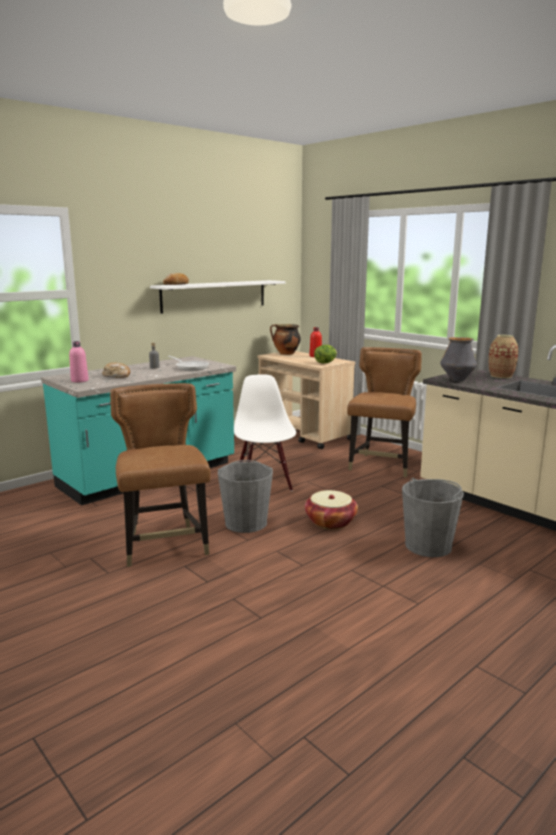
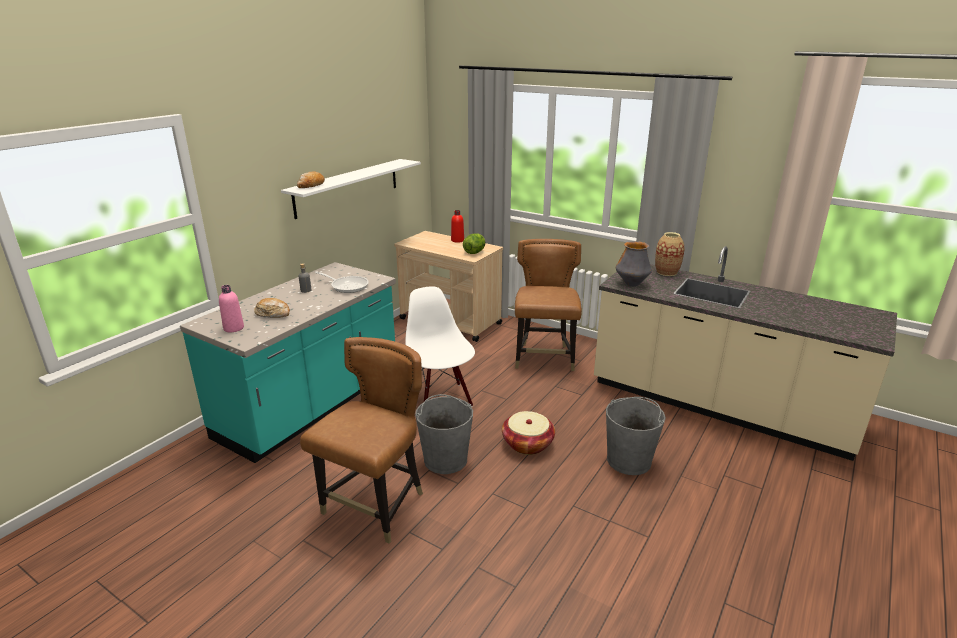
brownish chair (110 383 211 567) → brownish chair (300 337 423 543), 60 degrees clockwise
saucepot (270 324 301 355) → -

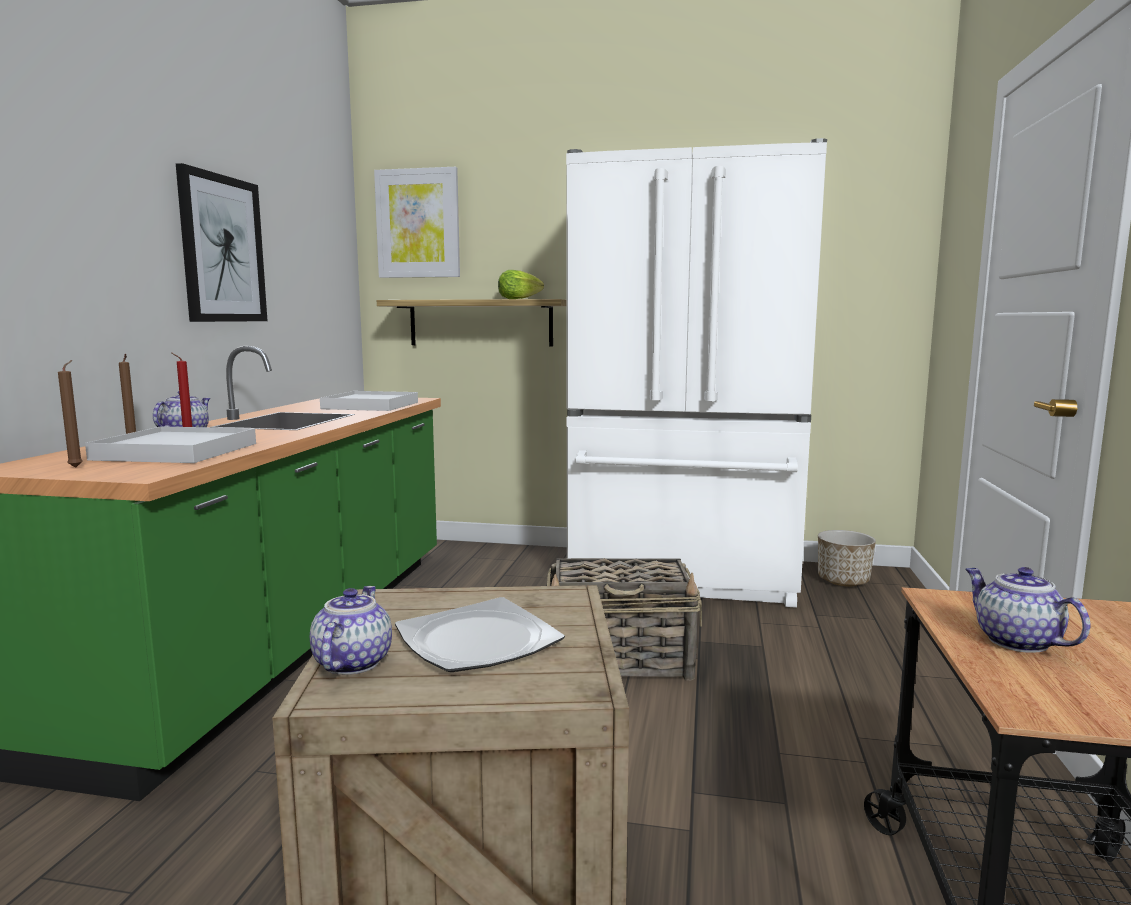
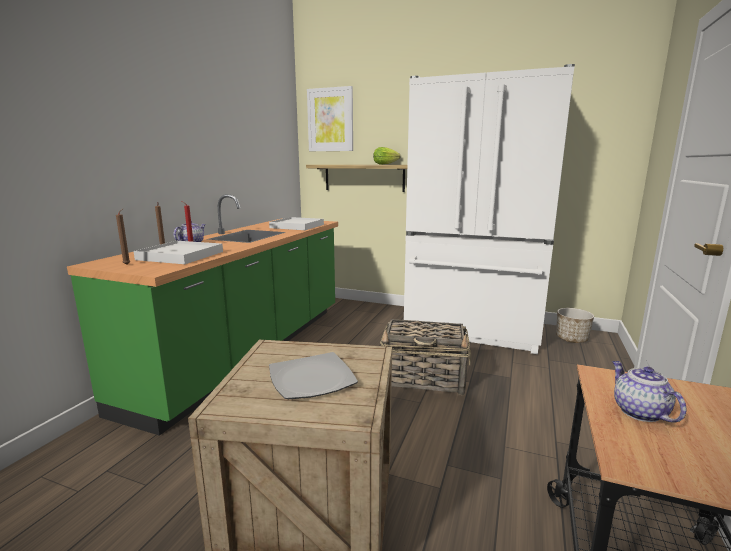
wall art (176 163 267 322) → -
teapot (310 586 392 675) → -

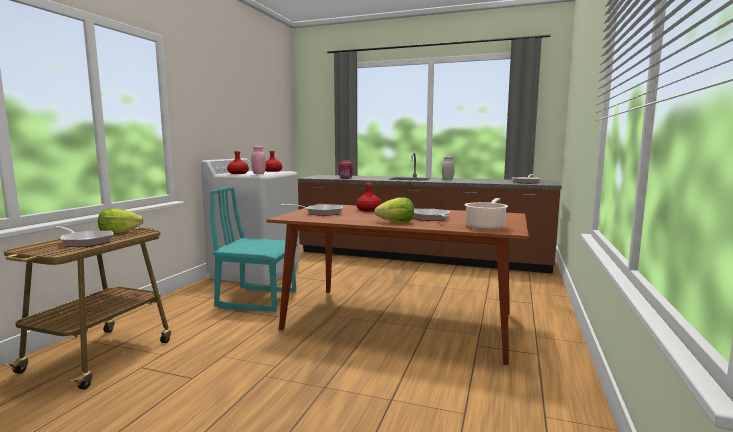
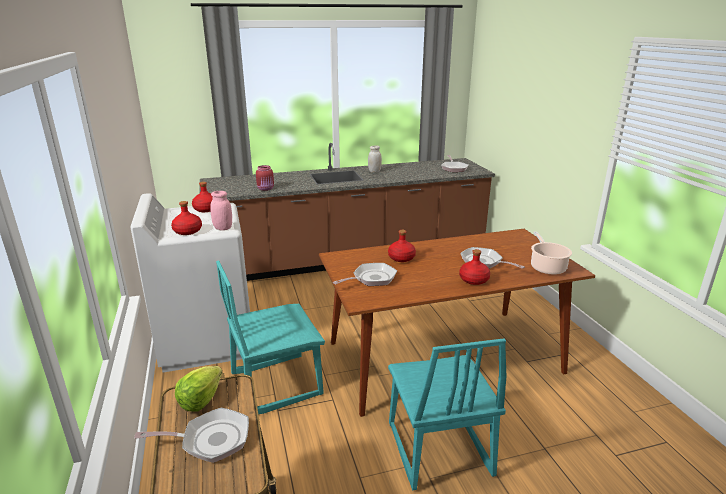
- → turquoise chair (388 338 506 490)
lettuce head (374 197 414 223) → red beverage bottle (459 249 490 285)

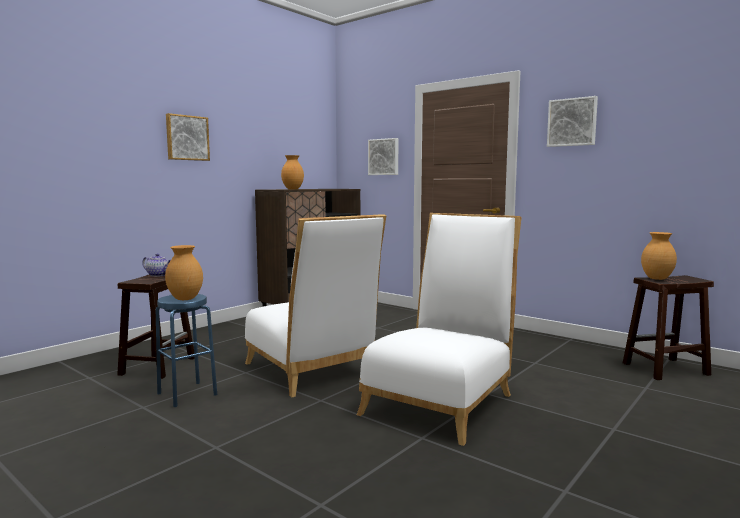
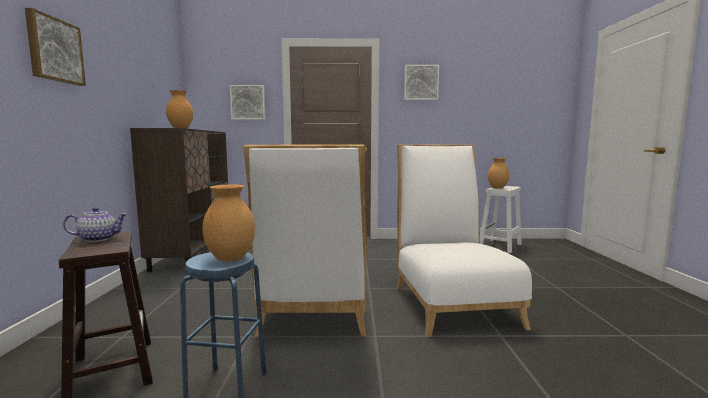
white-coloured chair (245 214 386 397) → white-coloured chair (243 144 366 336), 75 degrees clockwise
brownish sitting stool (623 275 714 380) → white-coloured sitting stool (480 186 522 253)

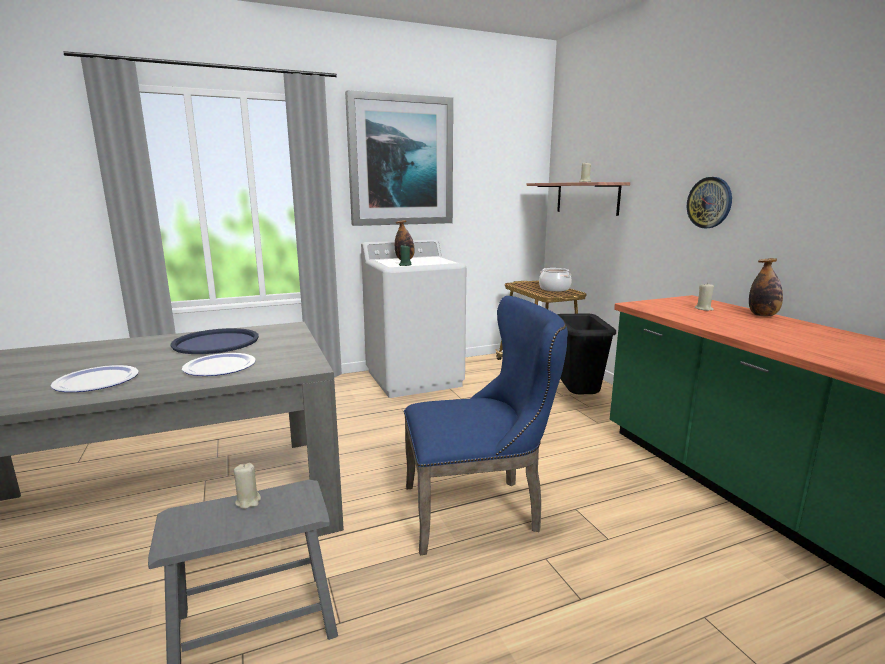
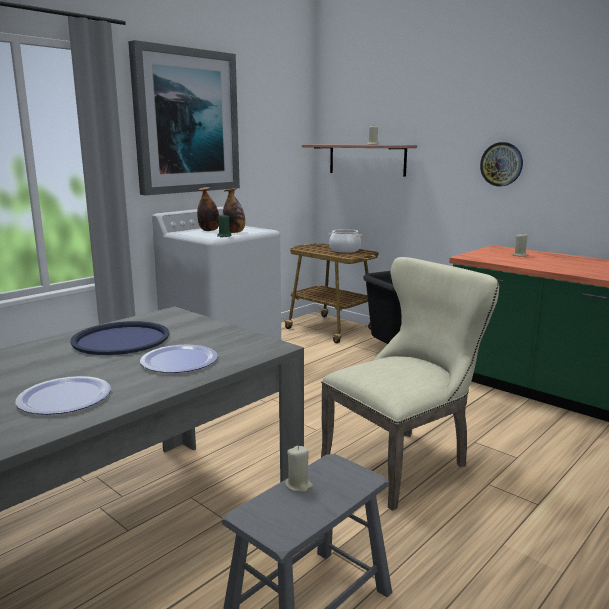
beverage bottle (749 258 783 316) → beverage bottle (223 188 245 233), move
blue chair (404 296 568 555) → beige-coloured chair (321 257 499 511)

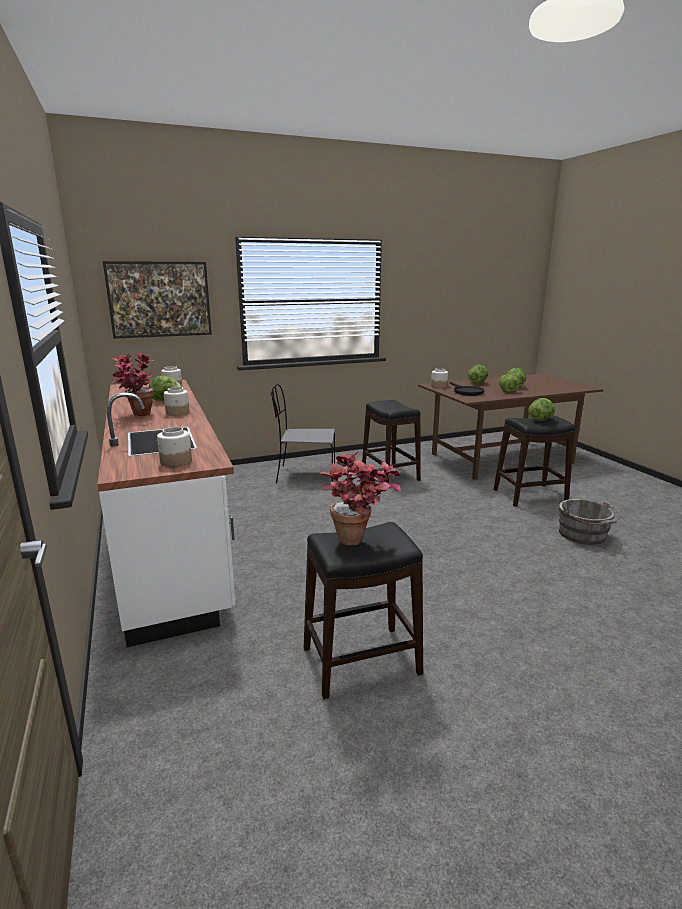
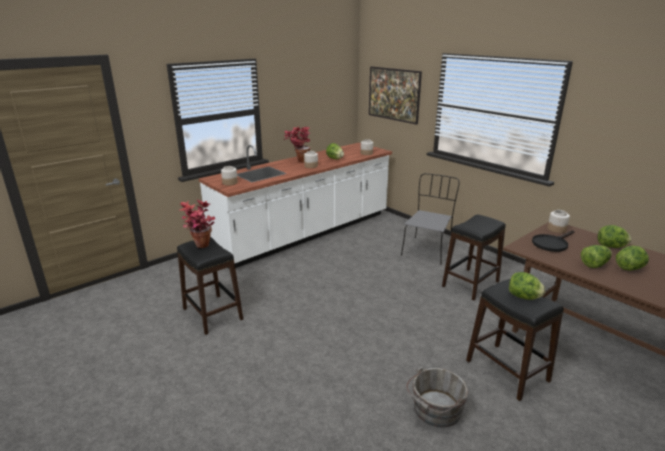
gray chair (270 384 335 483) → gray chair (401 173 460 265), 45 degrees clockwise

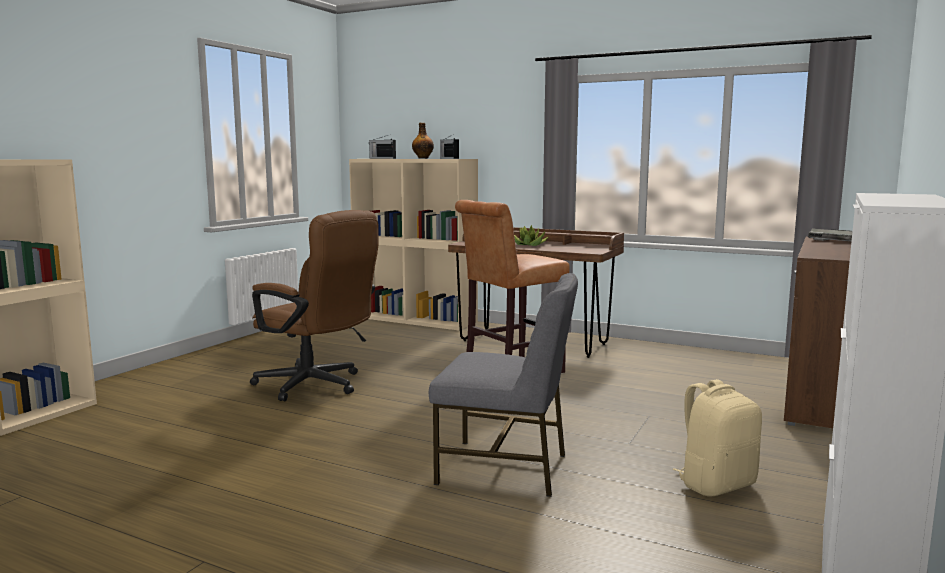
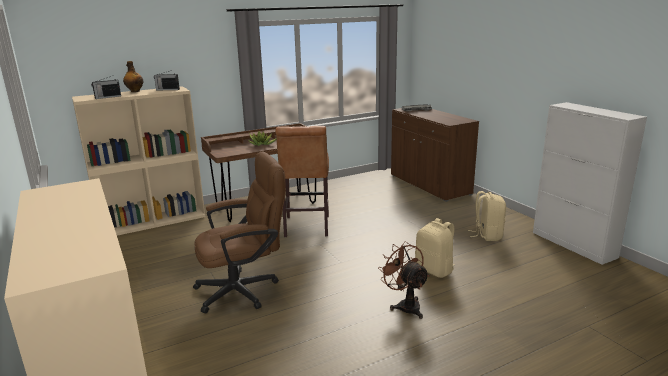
- → brownish fan (378 241 430 319)
gray chair (429 273 578 497) → beige-coloured knapsack (415 218 455 278)

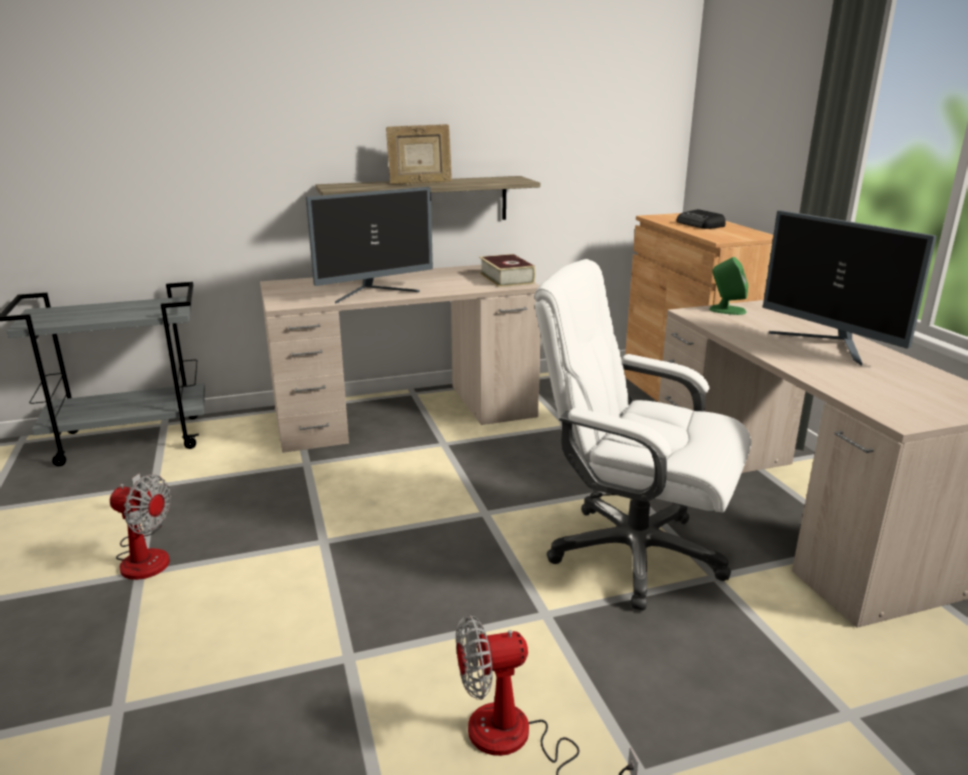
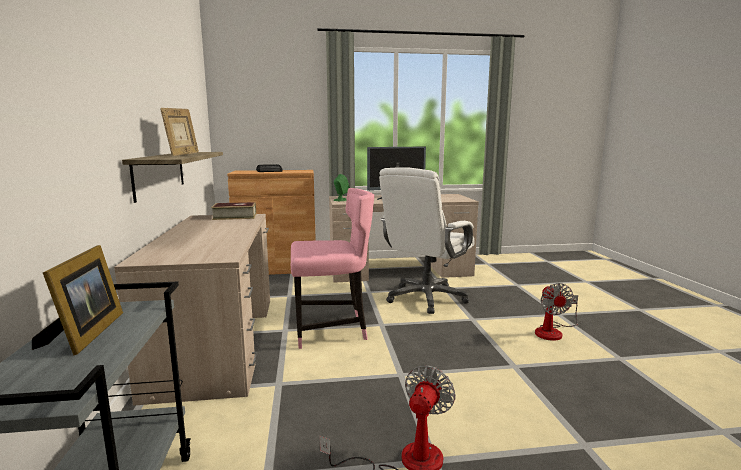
- → picture frame (32 245 123 355)
- → pinkish chair (291 188 374 349)
computer screen (306 187 433 304) → -

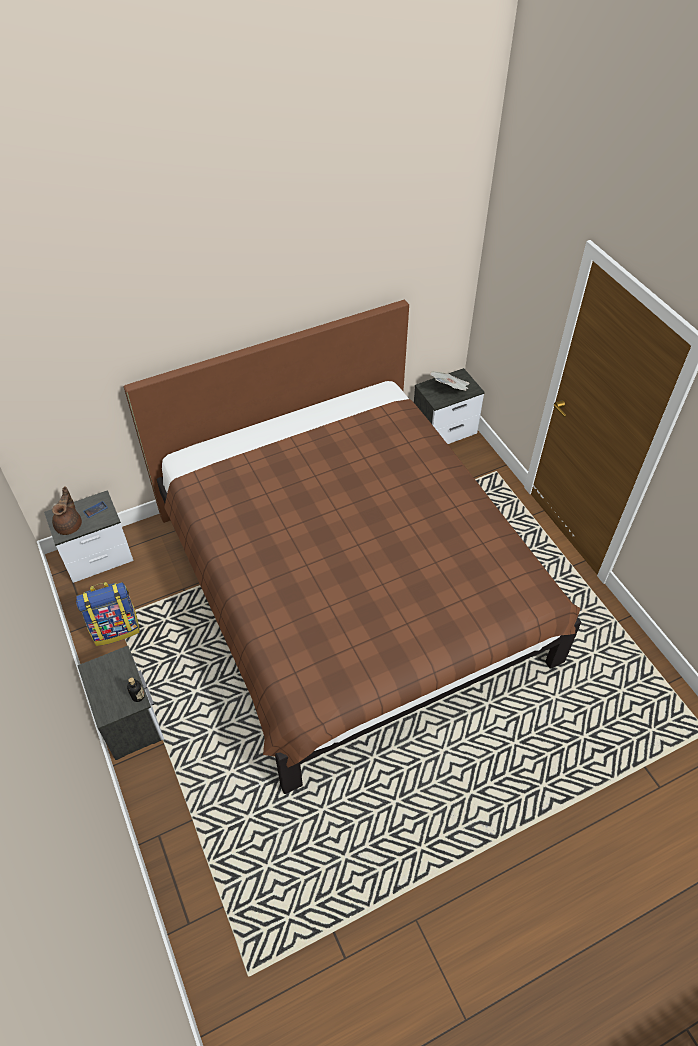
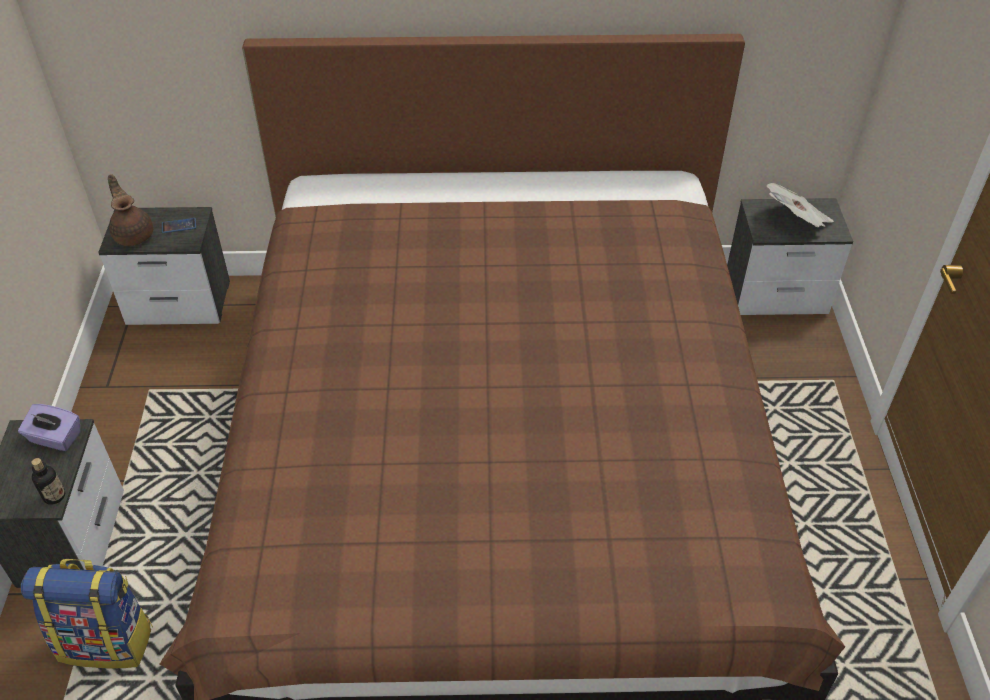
- → purple-coloured tissue holder (18 404 80 451)
knapsack (76 582 140 646) → knapsack (21 559 153 669), move
brownish teapot (52 486 82 535) → brownish teapot (108 174 154 246), 60 degrees counterclockwise

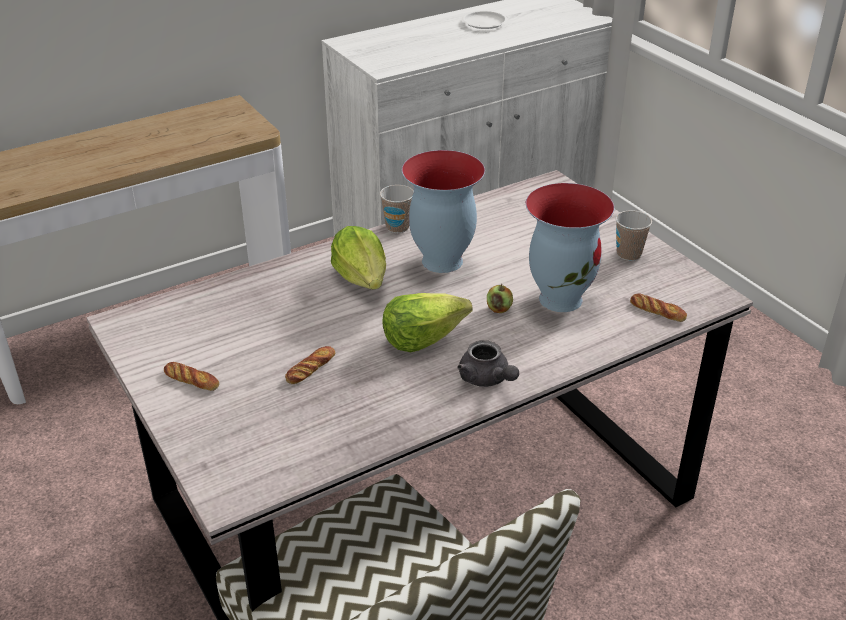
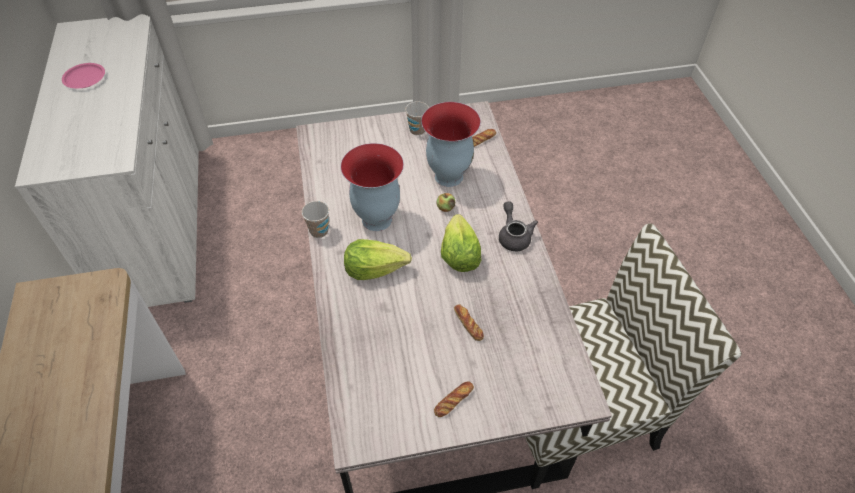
white-coloured dinner plate (462 11 508 29) → pinkish dinner plate (62 63 105 88)
gray teapot (457 340 519 387) → gray teapot (499 202 538 251), 90 degrees counterclockwise

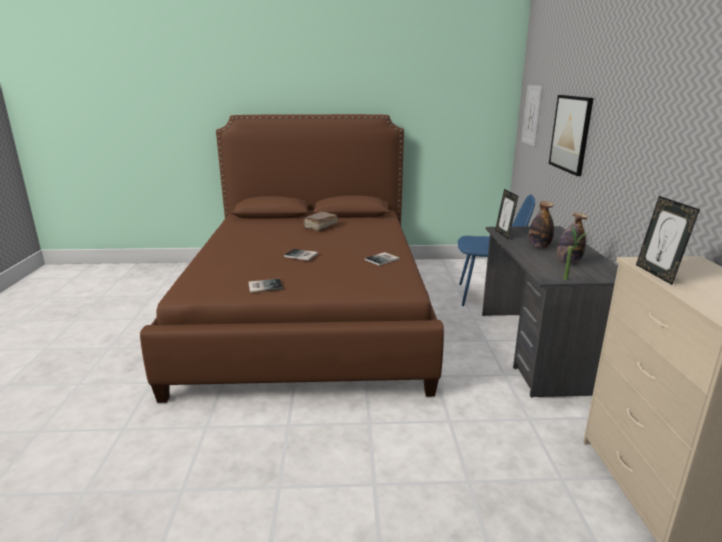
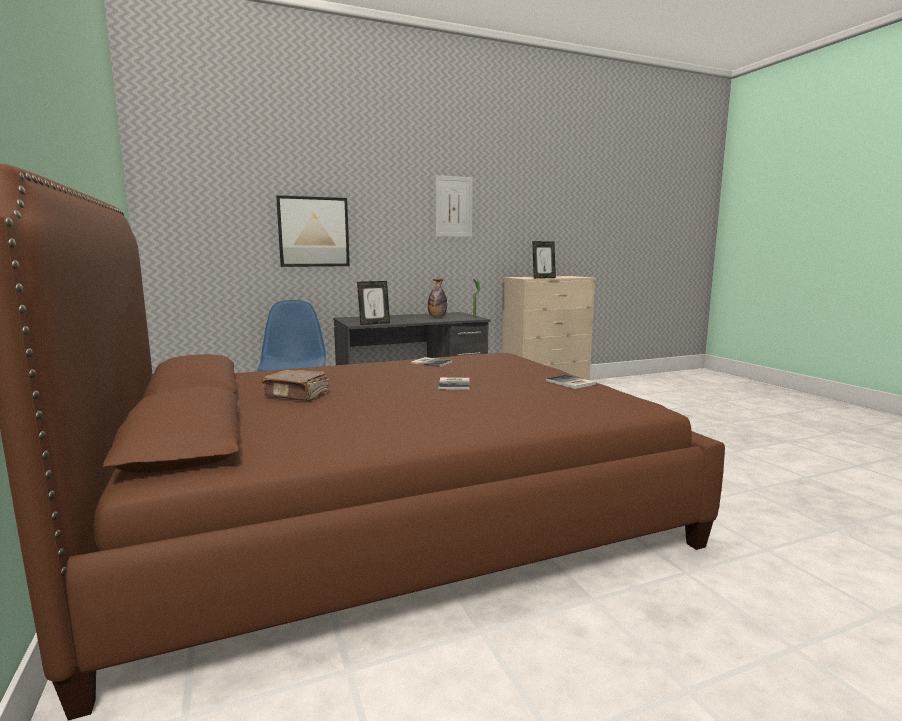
wall art (521 85 543 146) → wall art (435 175 473 237), move
beverage bottle (529 201 554 248) → -

